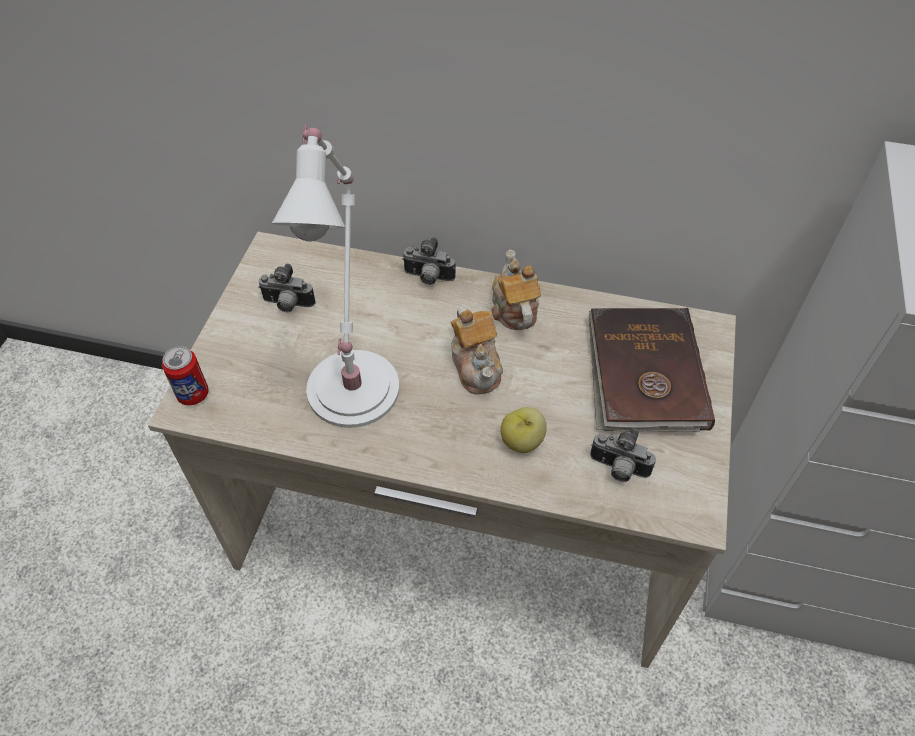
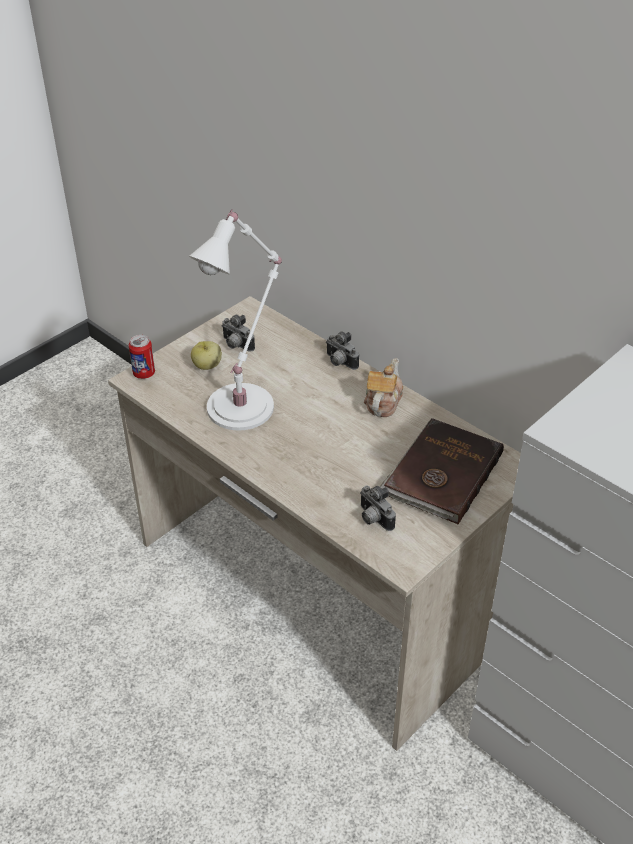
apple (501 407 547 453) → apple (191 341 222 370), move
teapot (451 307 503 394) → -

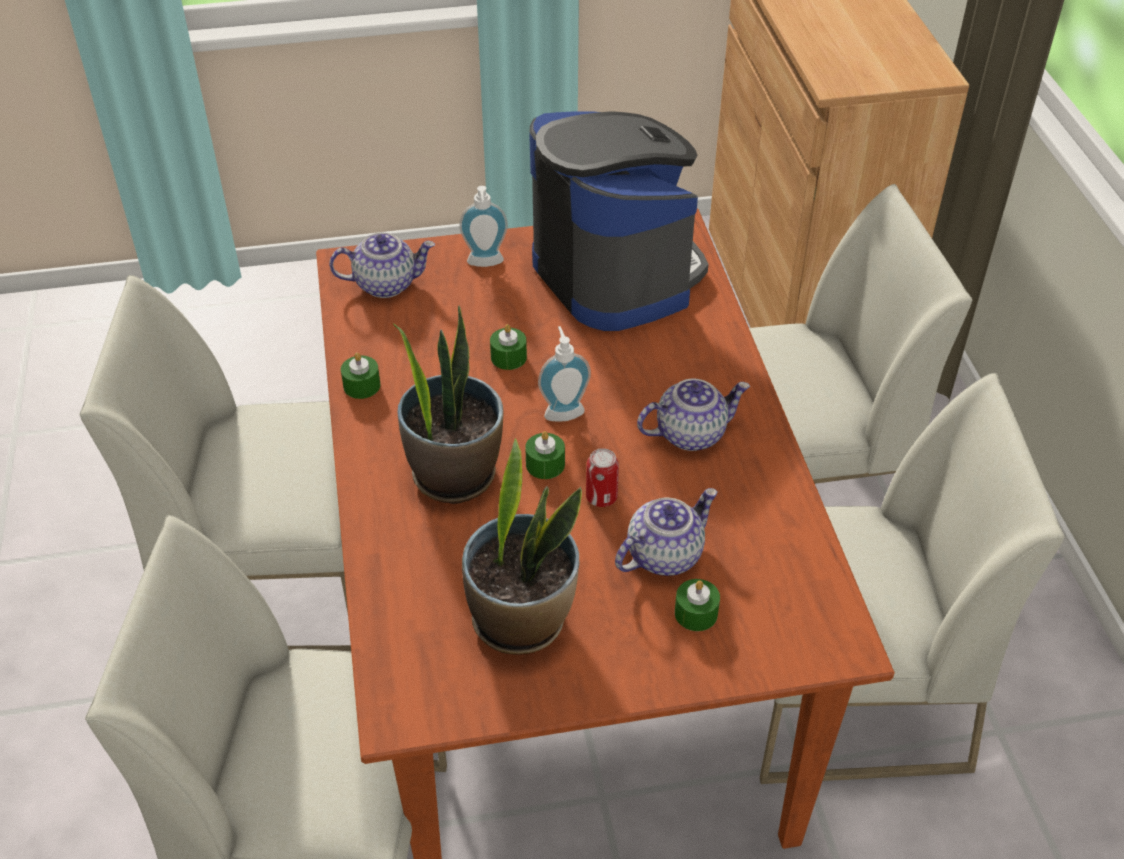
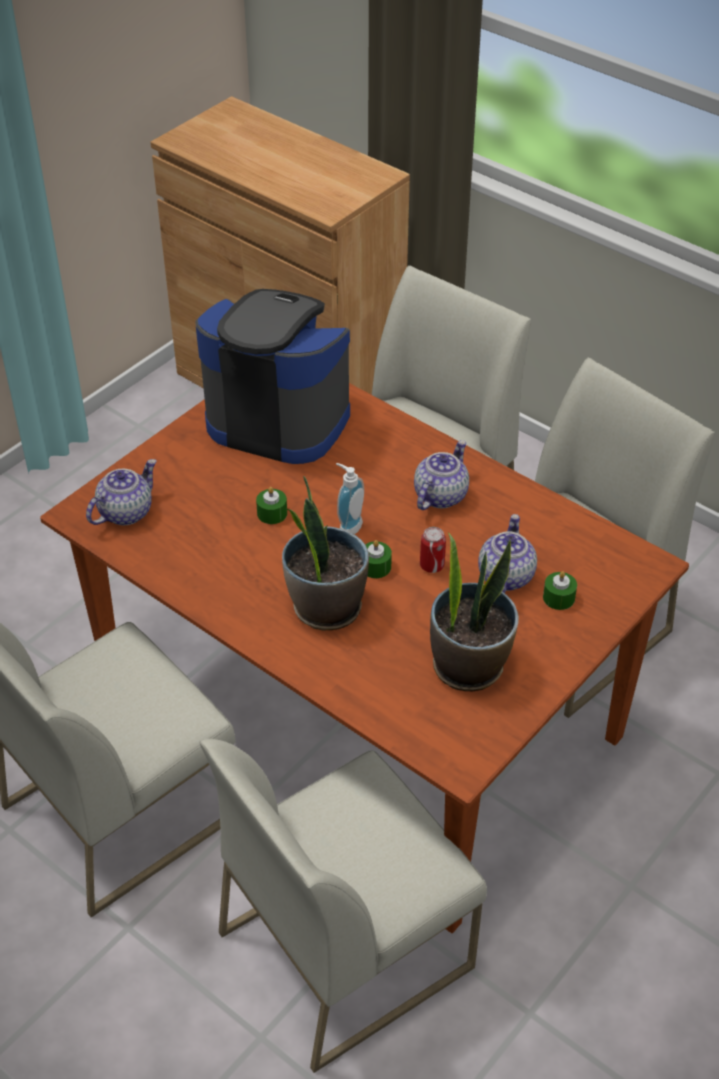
green-coloured wax candle (341 353 380 399) → -
liquid soap bottle (459 186 508 267) → -

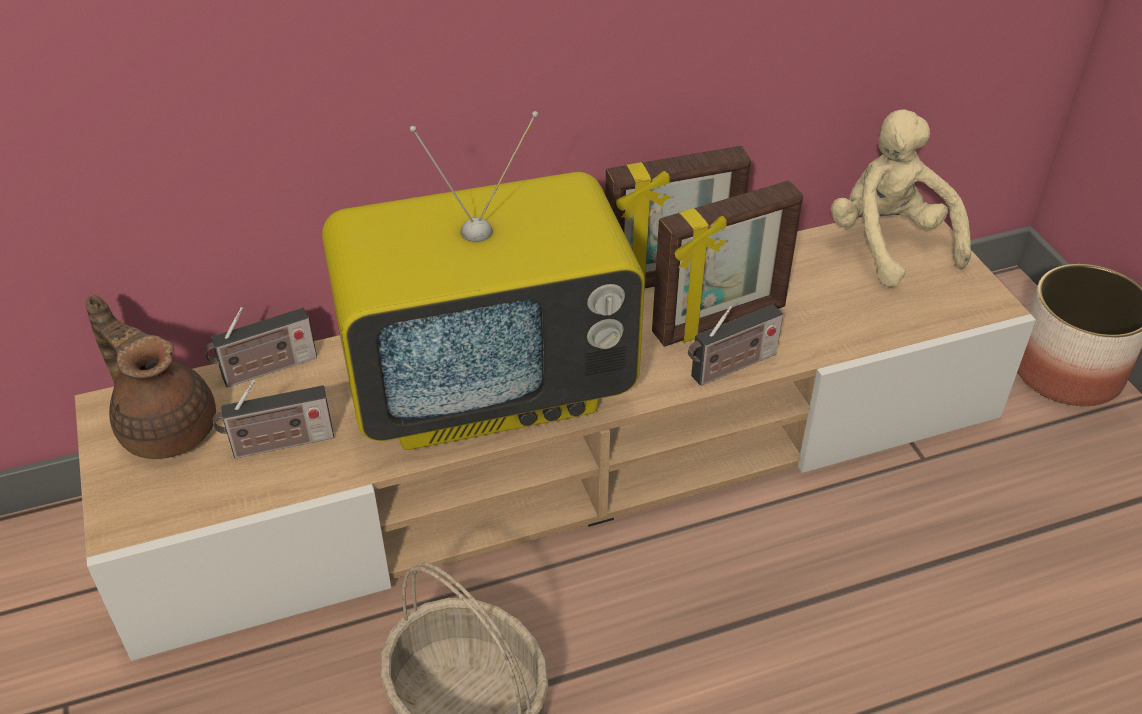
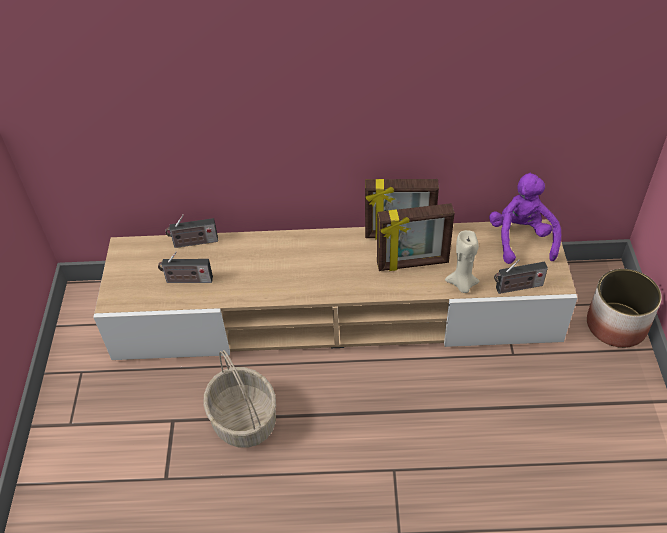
- → beige-coloured wax candle (445 230 480 293)
beige-coloured cuddly toy (831 109 971 287) → purple-coloured cuddly toy (489 173 561 264)
radio (688 304 783 386) → radio (494 259 548 294), move
brownish teapot (85 295 216 459) → -
television (322 111 645 450) → -

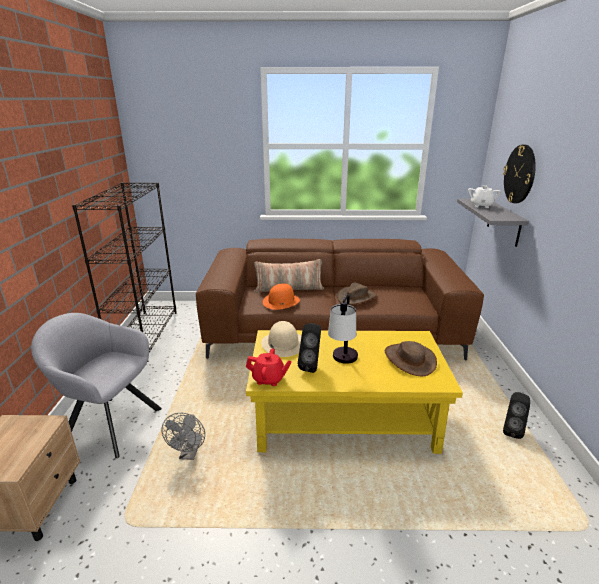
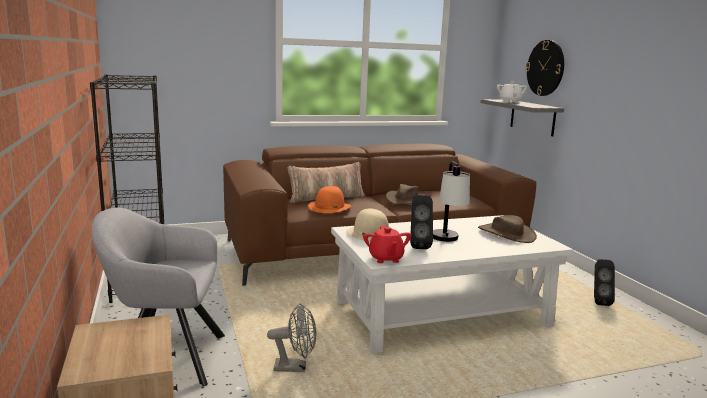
gray fan (162 413 205 460) → gray fan (267 303 316 372), 75 degrees counterclockwise
yellow-coloured lounge table (246 330 463 454) → white-coloured lounge table (331 215 573 353)
red teapot (246 348 292 386) → red teapot (363 226 411 263), 90 degrees clockwise

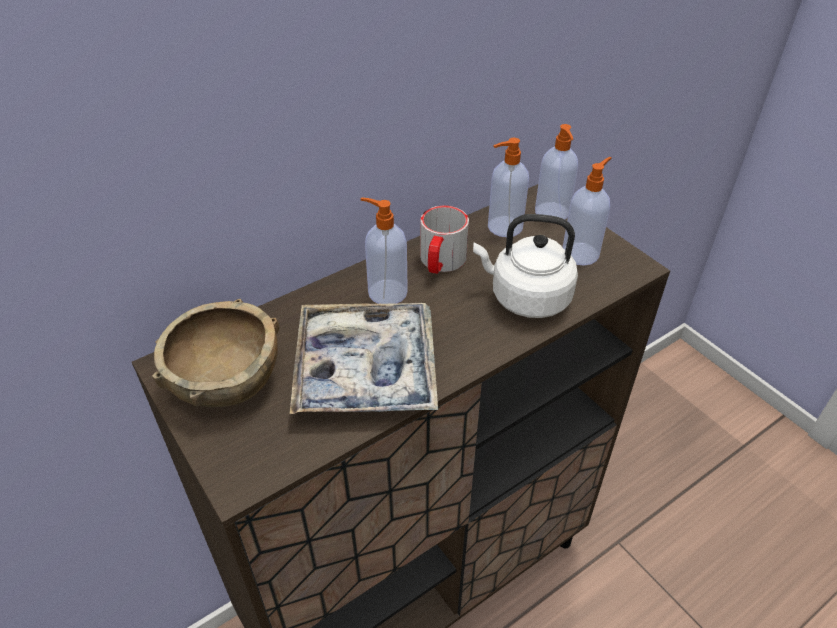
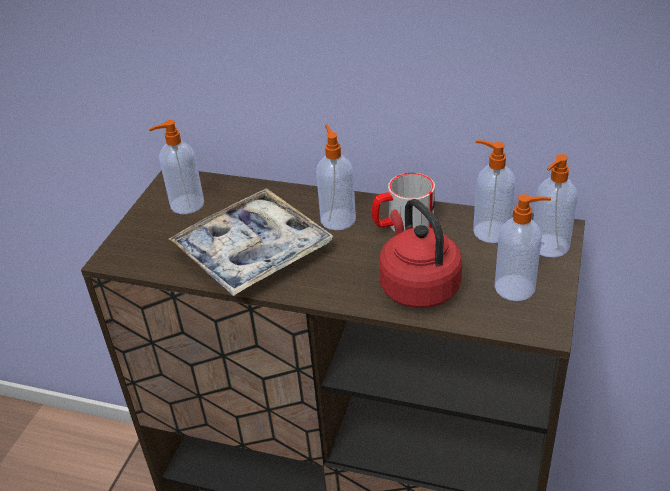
brownish deep dish (152 299 279 407) → liquid soap bottle (149 120 204 214)
white-coloured water kettle (473 214 578 318) → red water kettle (379 199 462 308)

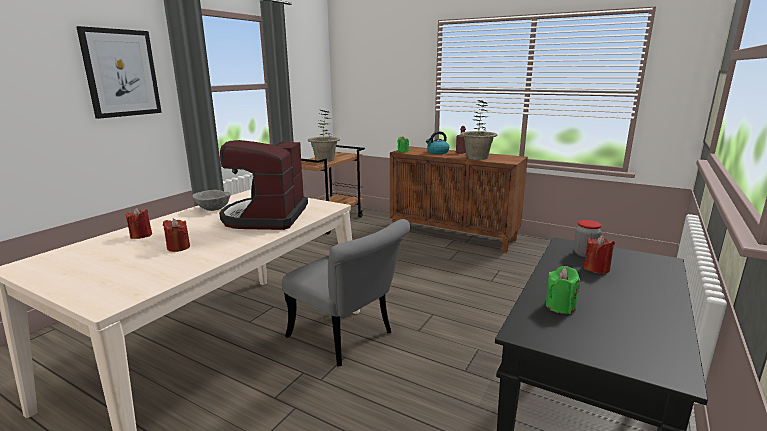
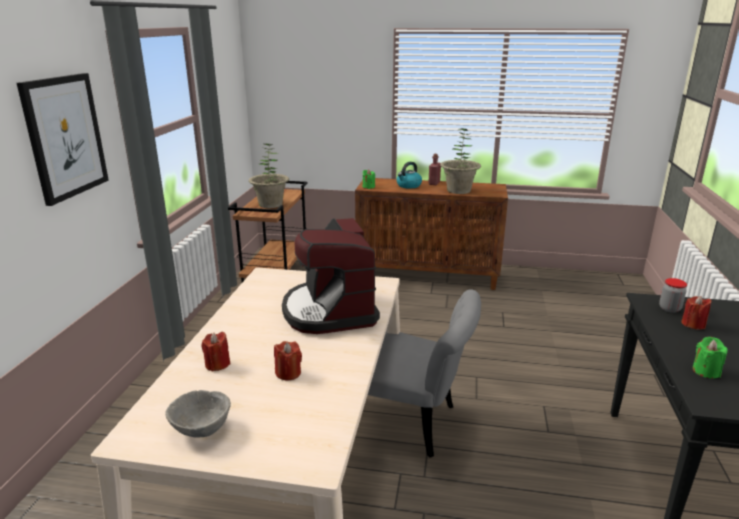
gray deep dish (192 190 231 211) → gray deep dish (165 390 231 438), move

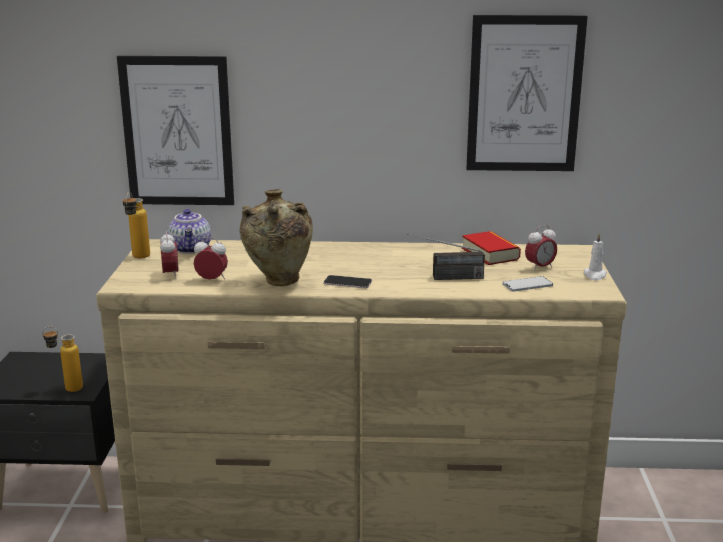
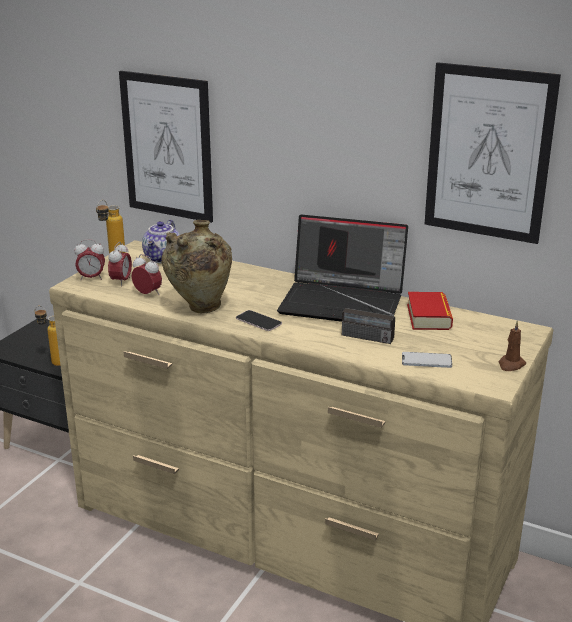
bedside clock (525 225 557 271) → bedside clock (74 240 105 280), move
- → notebook computer (277 215 408 322)
white-coloured wax candle (584 233 607 280) → brownish wax candle (499 321 526 371)

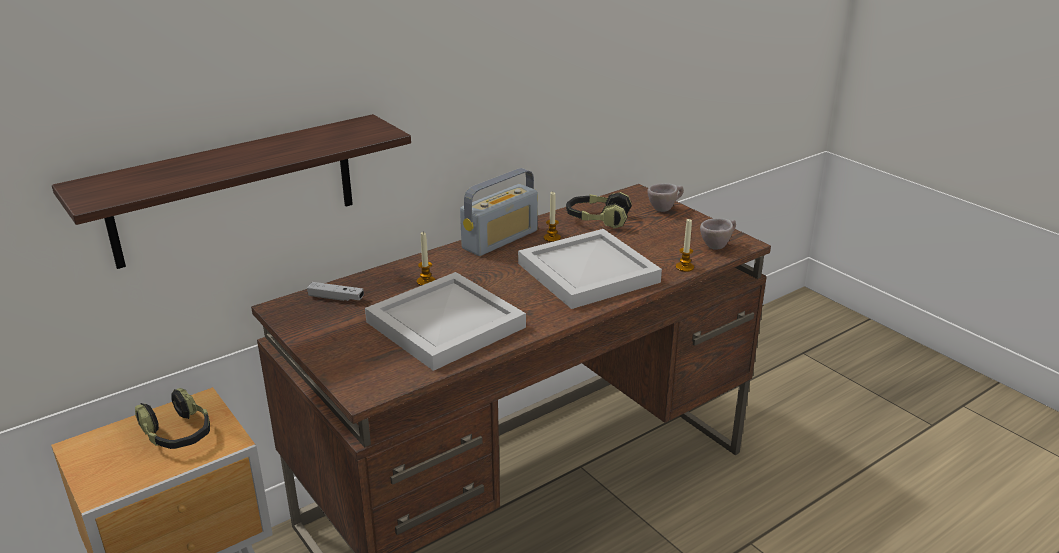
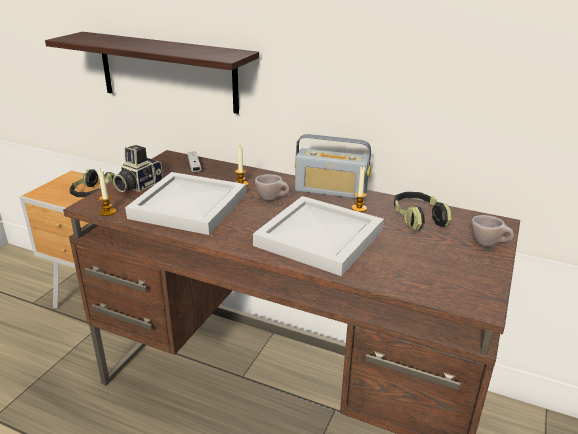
wax candle (676 218 694 272) → wax candle (98 169 116 216), move
- → photo camera (113 145 163 192)
beige-coloured small cup (700 218 736 250) → beige-coloured small cup (255 174 290 201), move

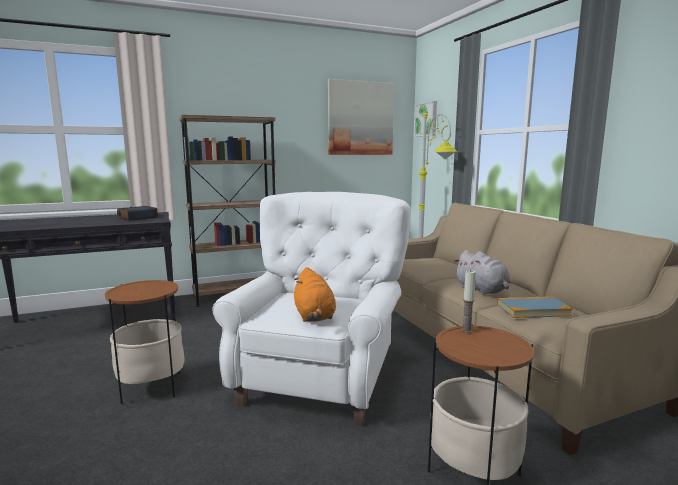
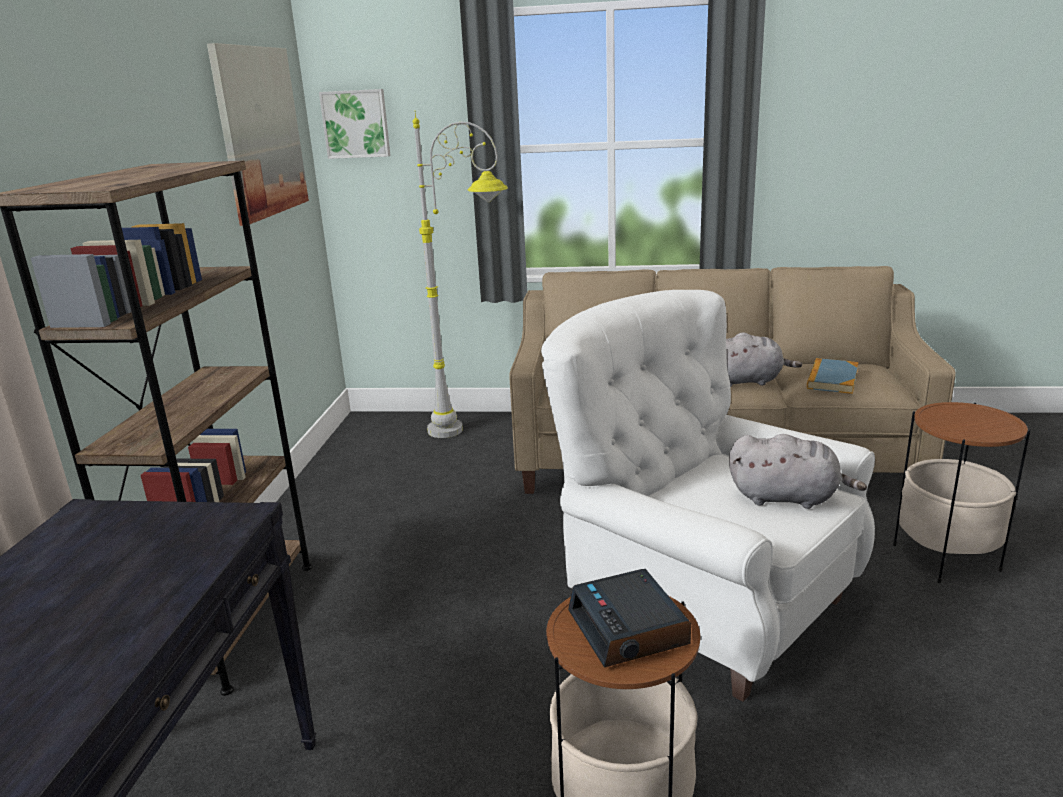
bedside clock (117 206 158 221) → bedside clock (568 569 691 668), move
orange-coloured cuddly toy (294 267 336 322) → gray cuddly toy (729 434 867 509)
wax candle (461 270 476 333) → -

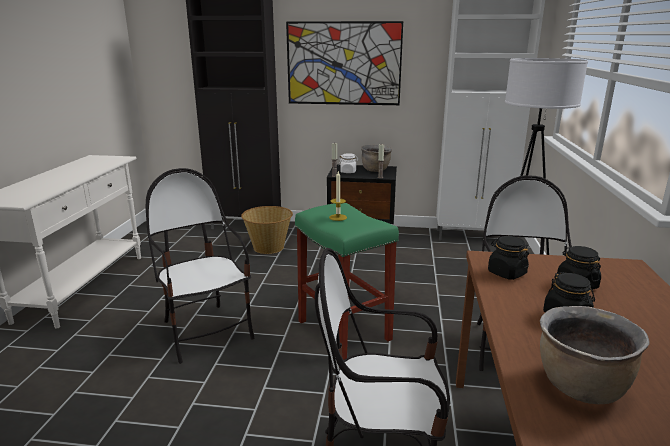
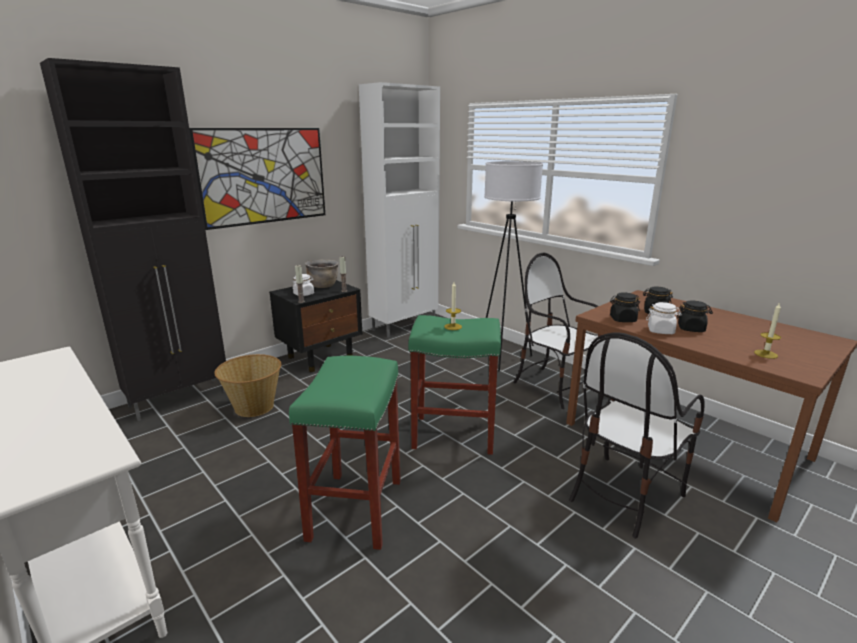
chair (146 168 254 364) → green-coloured sitting stool (289 356 401 550)
- → white-coloured storage jar (646 302 682 334)
brownish saucepot (540 306 649 404) → wax candle (754 302 781 359)

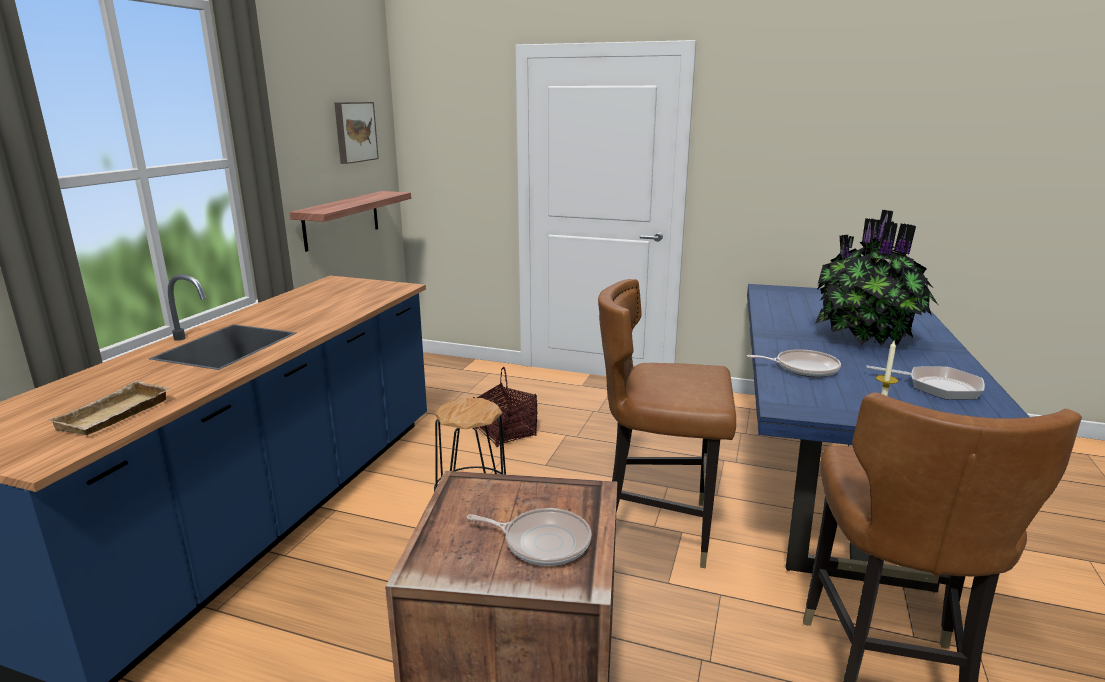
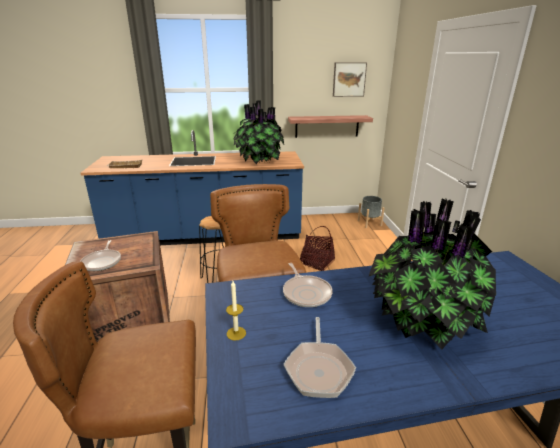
- → potted plant (234 100 284 164)
- → gray flower pot (358 196 384 228)

